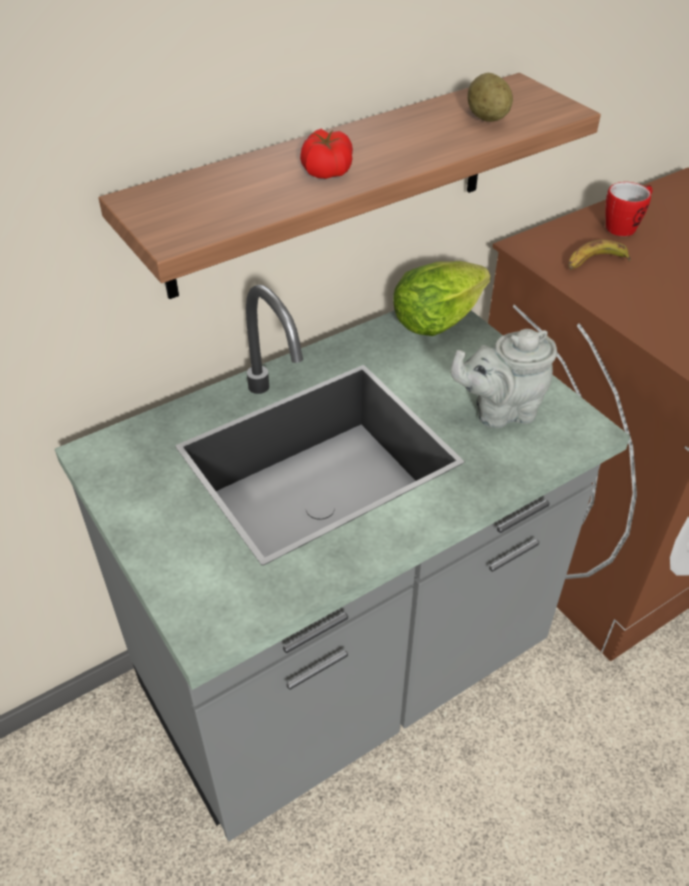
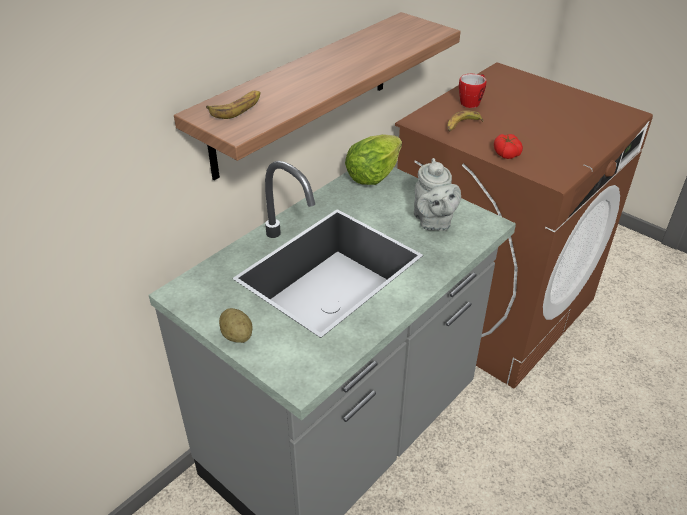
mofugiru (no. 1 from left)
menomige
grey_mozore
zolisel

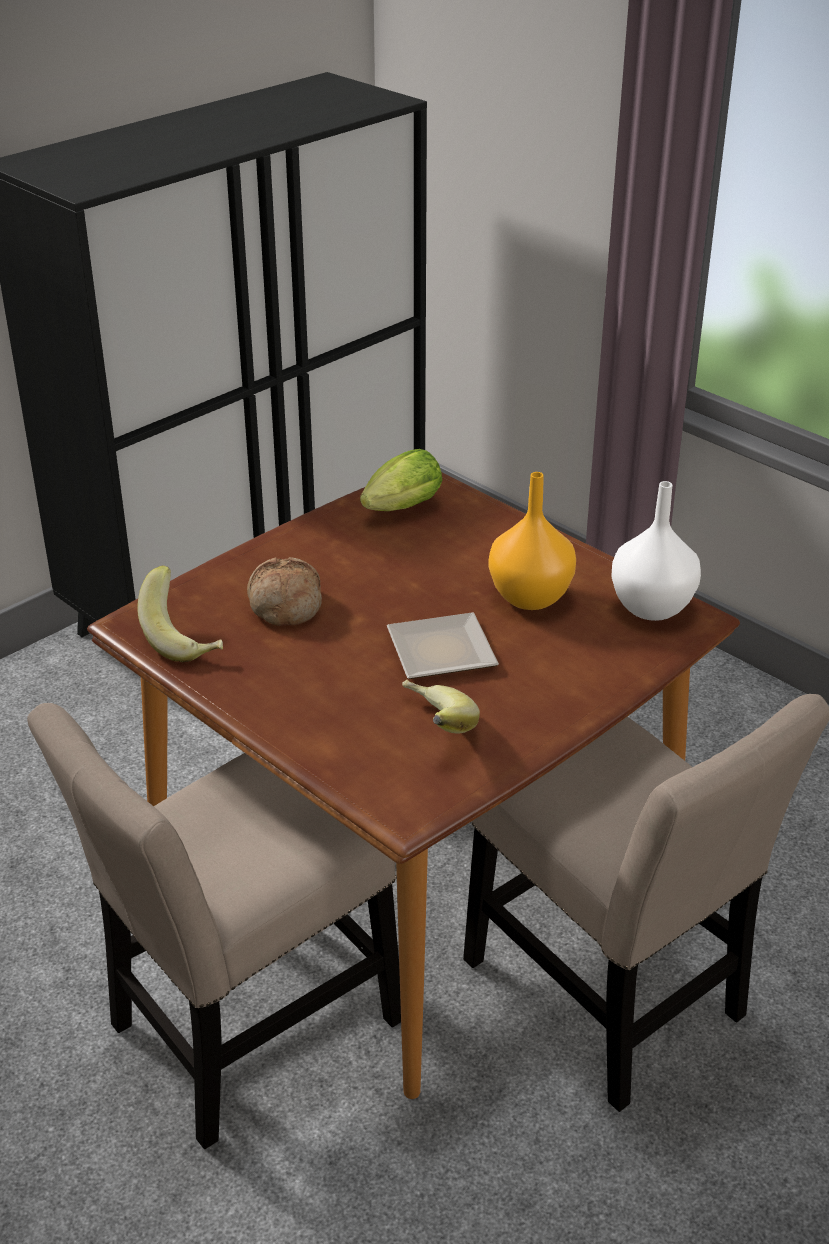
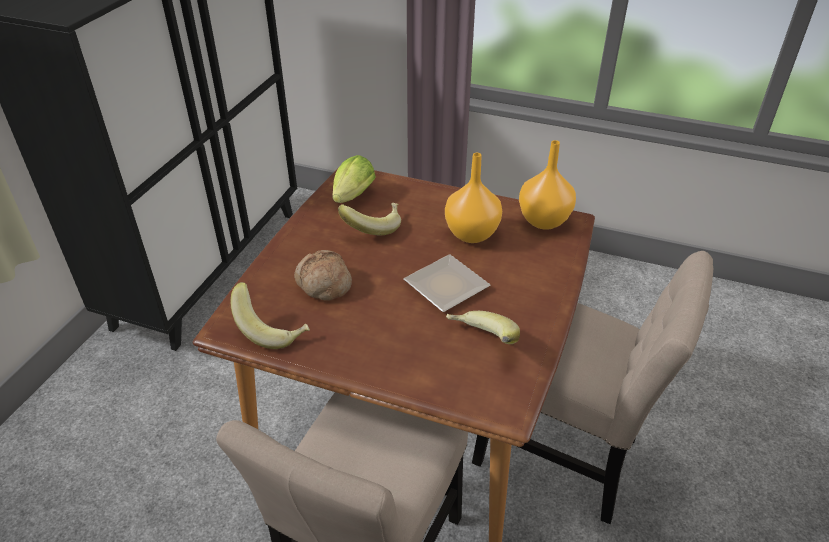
mofugiru (no. 2 from left)
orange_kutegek (no. 2 from left)

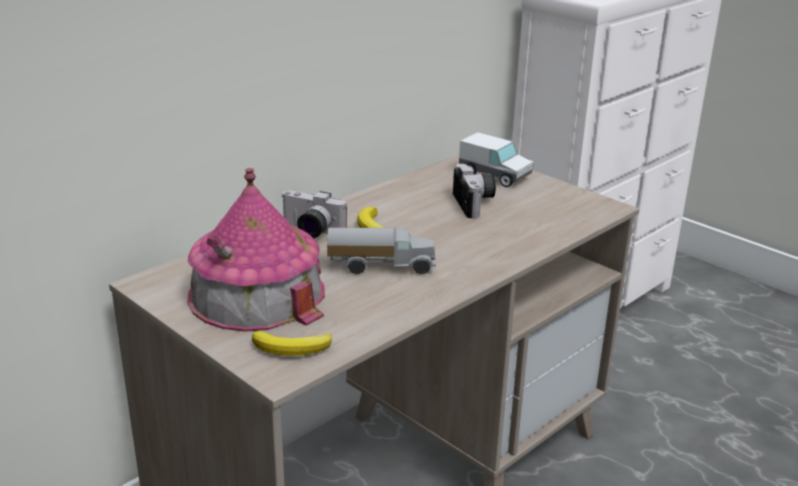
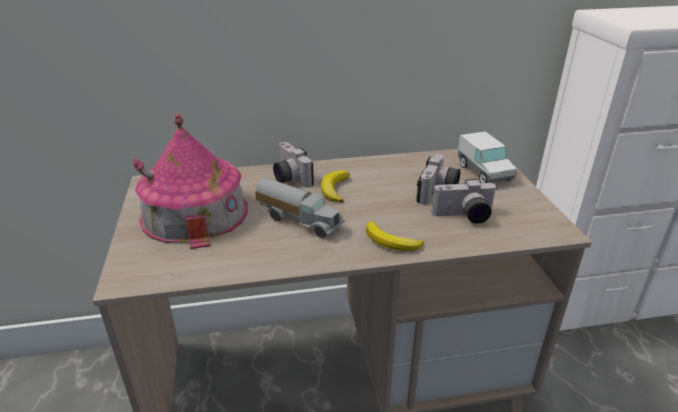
mofugiru (no. 2 from left)
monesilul (no. 3 from left)

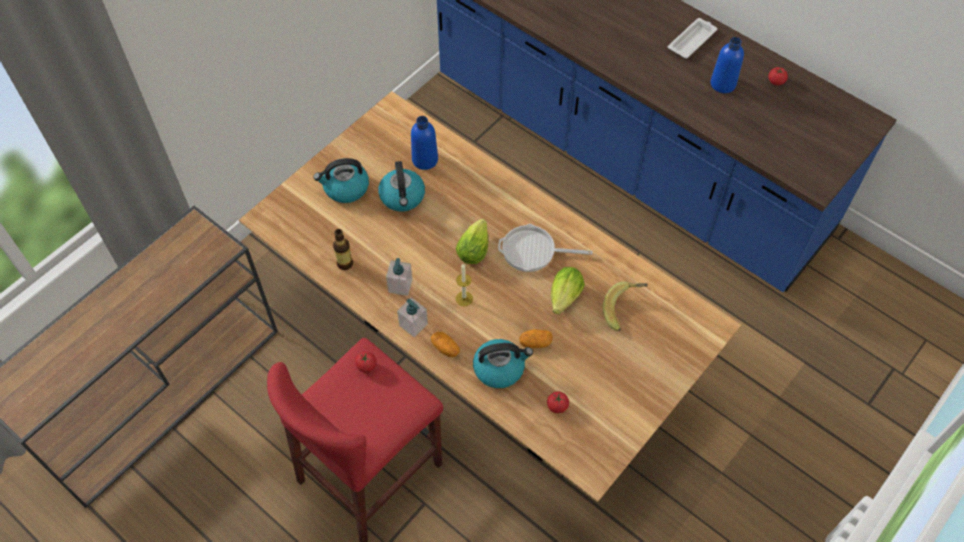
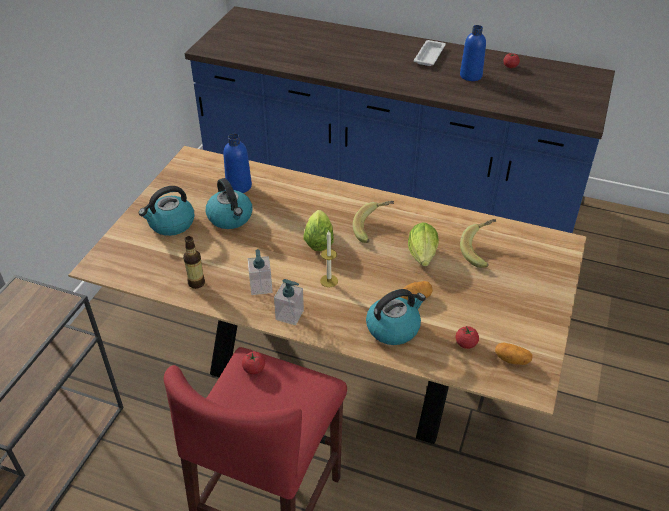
mofugiru (no. 1 from left)
menomige (no. 2 from left)

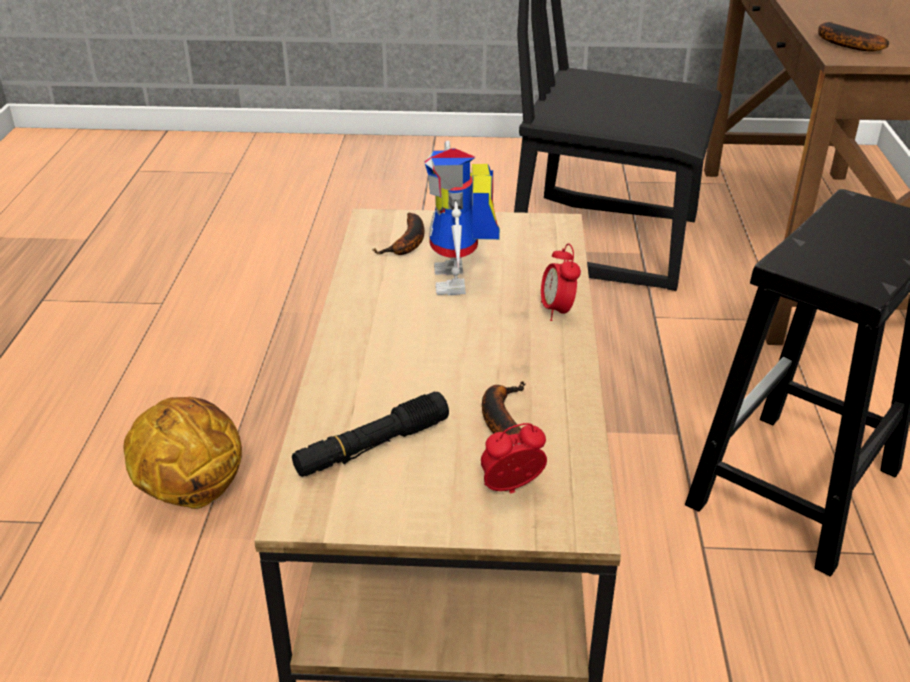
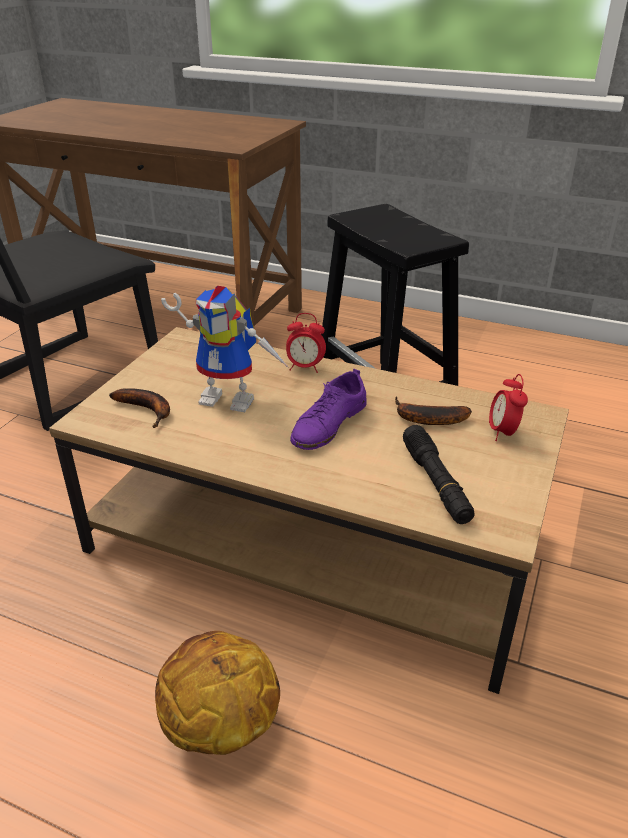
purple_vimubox
mofugiru (no. 3 from left in the first image)

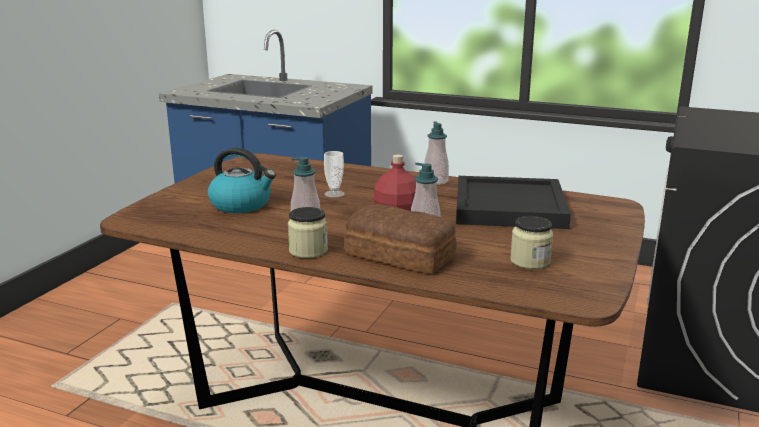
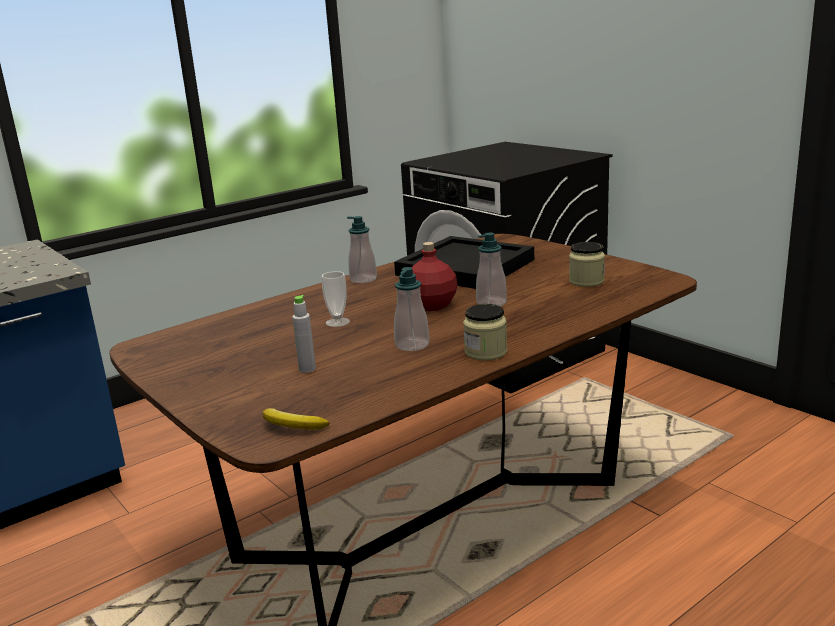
mofugiru
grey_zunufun
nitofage

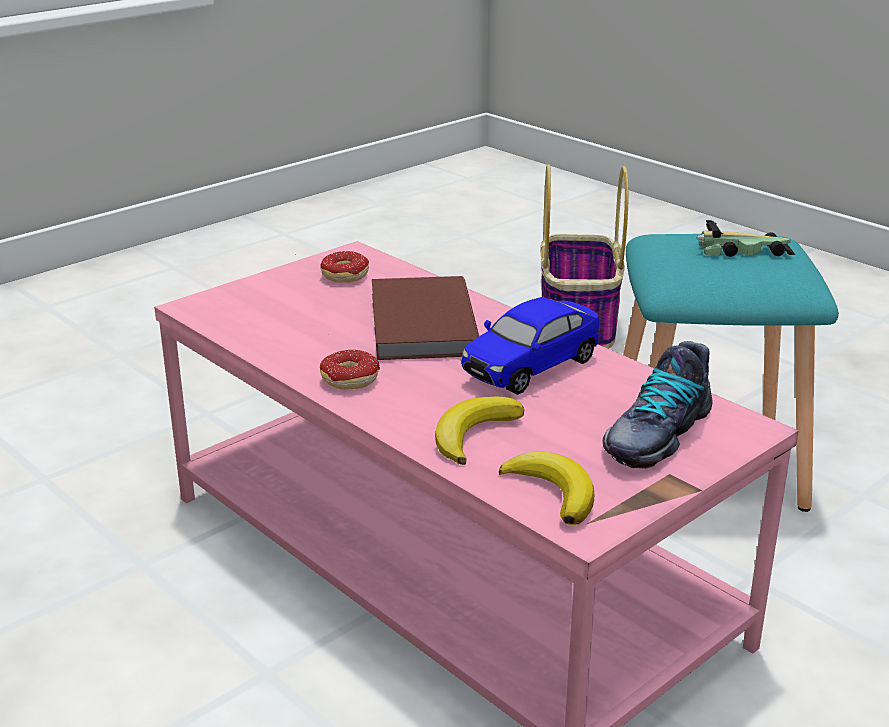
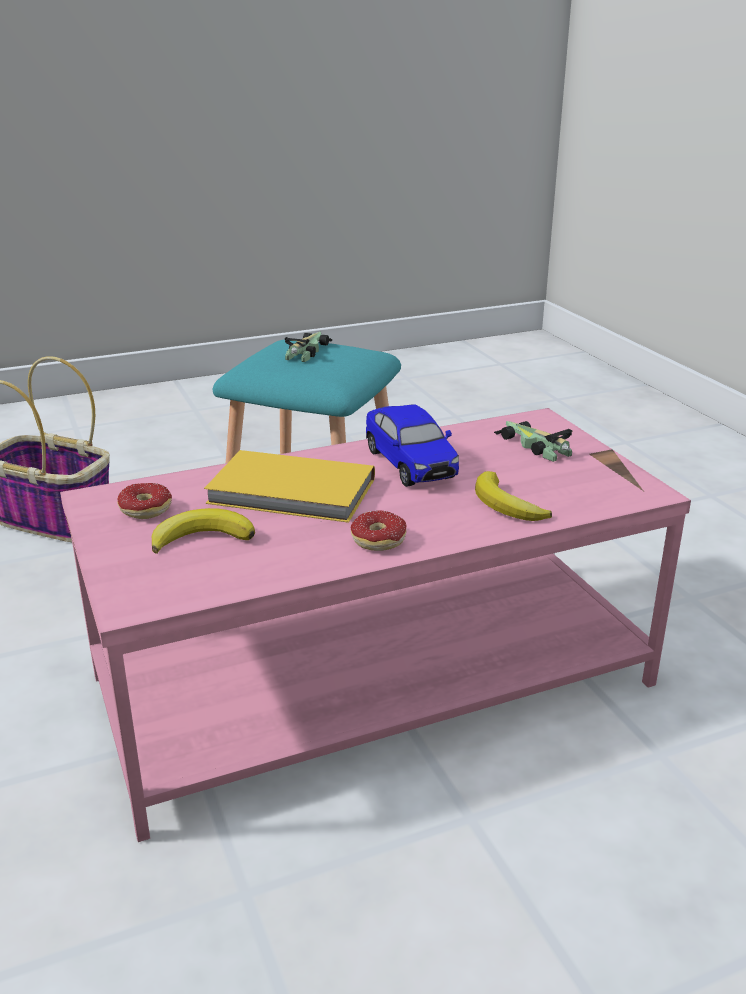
mofugiru (no. 1 from left)
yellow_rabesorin
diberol (no. 3 from left)

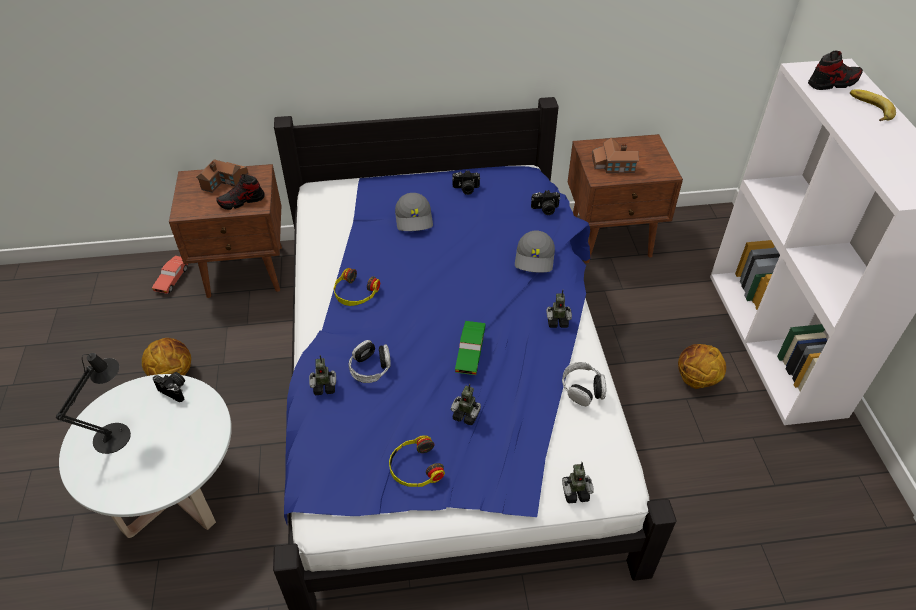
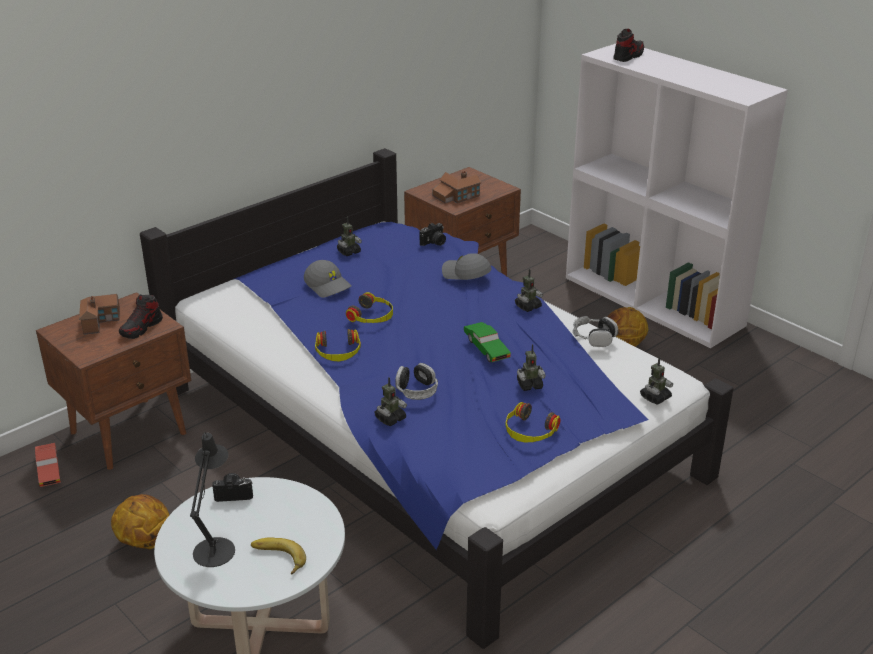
mofugiru
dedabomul (no. 1 from left)
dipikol (no. 2 from left)
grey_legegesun (no. 2 from left)

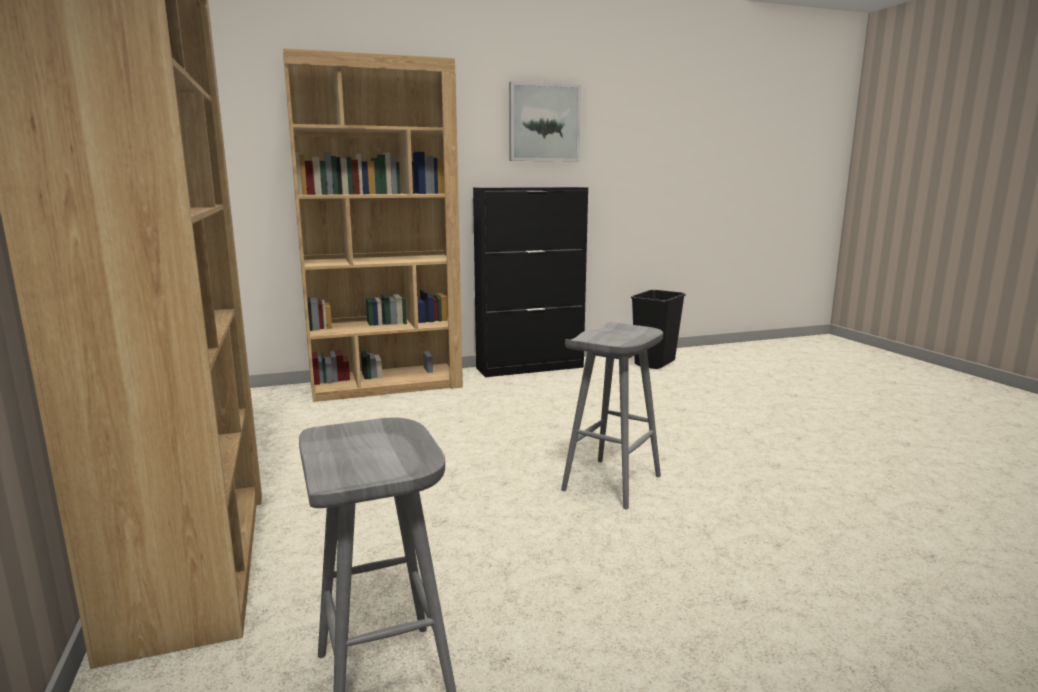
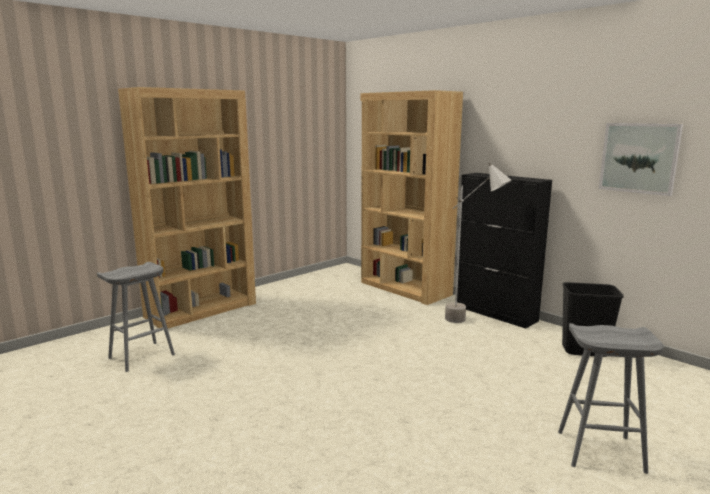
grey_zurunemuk
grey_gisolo (no. 2 from left)
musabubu

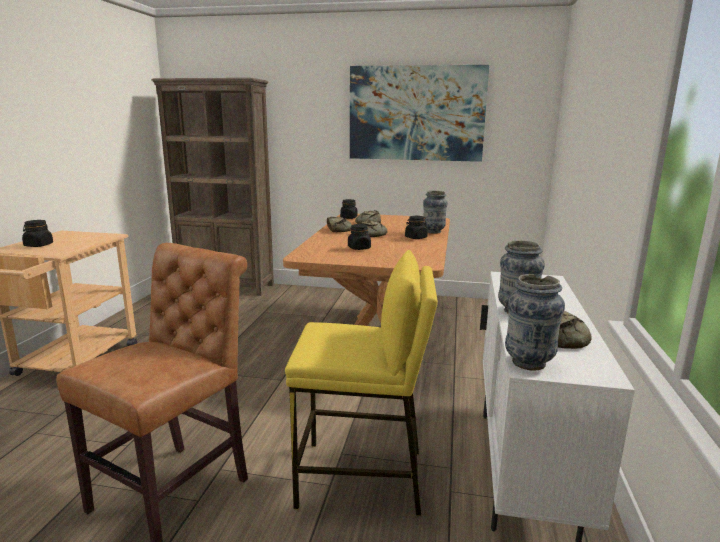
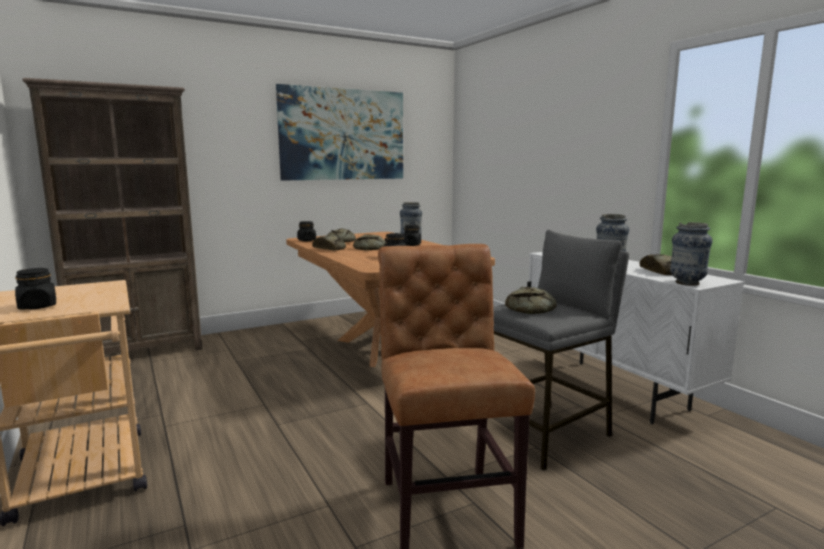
grey_gisolo
nitofage (no. 4 from left)

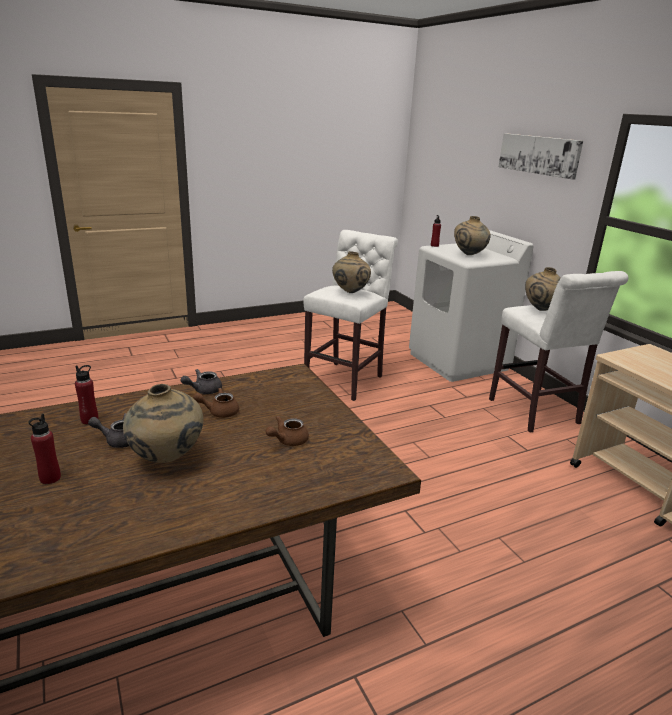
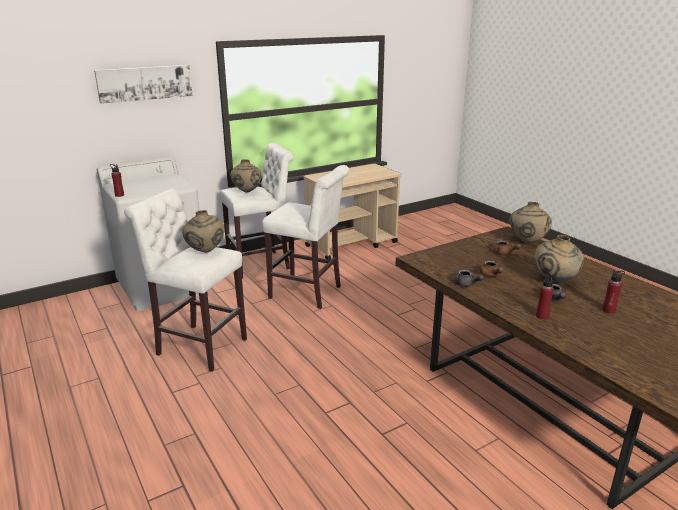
white_gisolo (no. 3 from left)
beige_kutegek (no. 3 from left)

